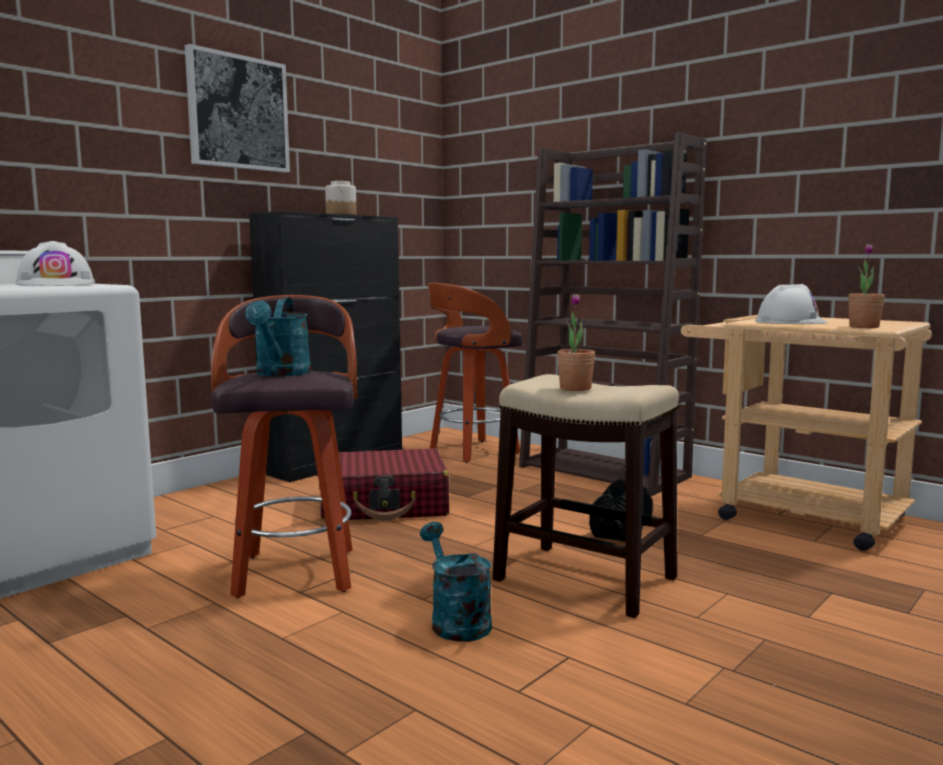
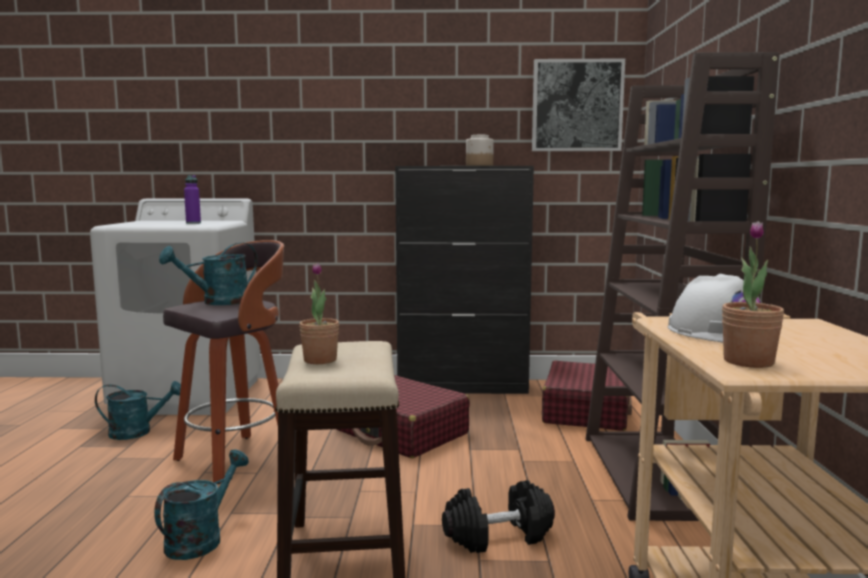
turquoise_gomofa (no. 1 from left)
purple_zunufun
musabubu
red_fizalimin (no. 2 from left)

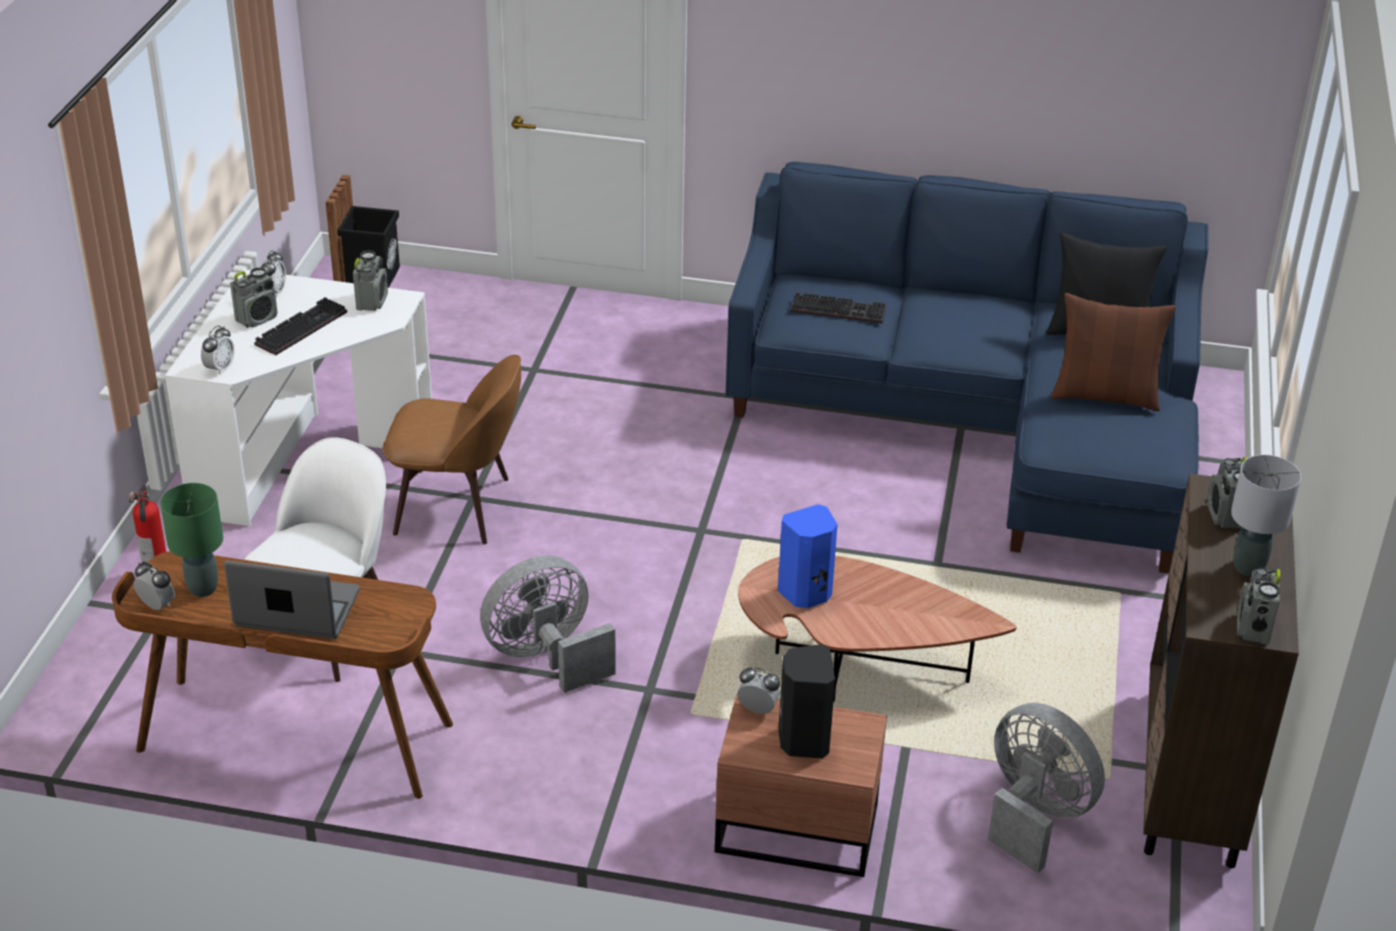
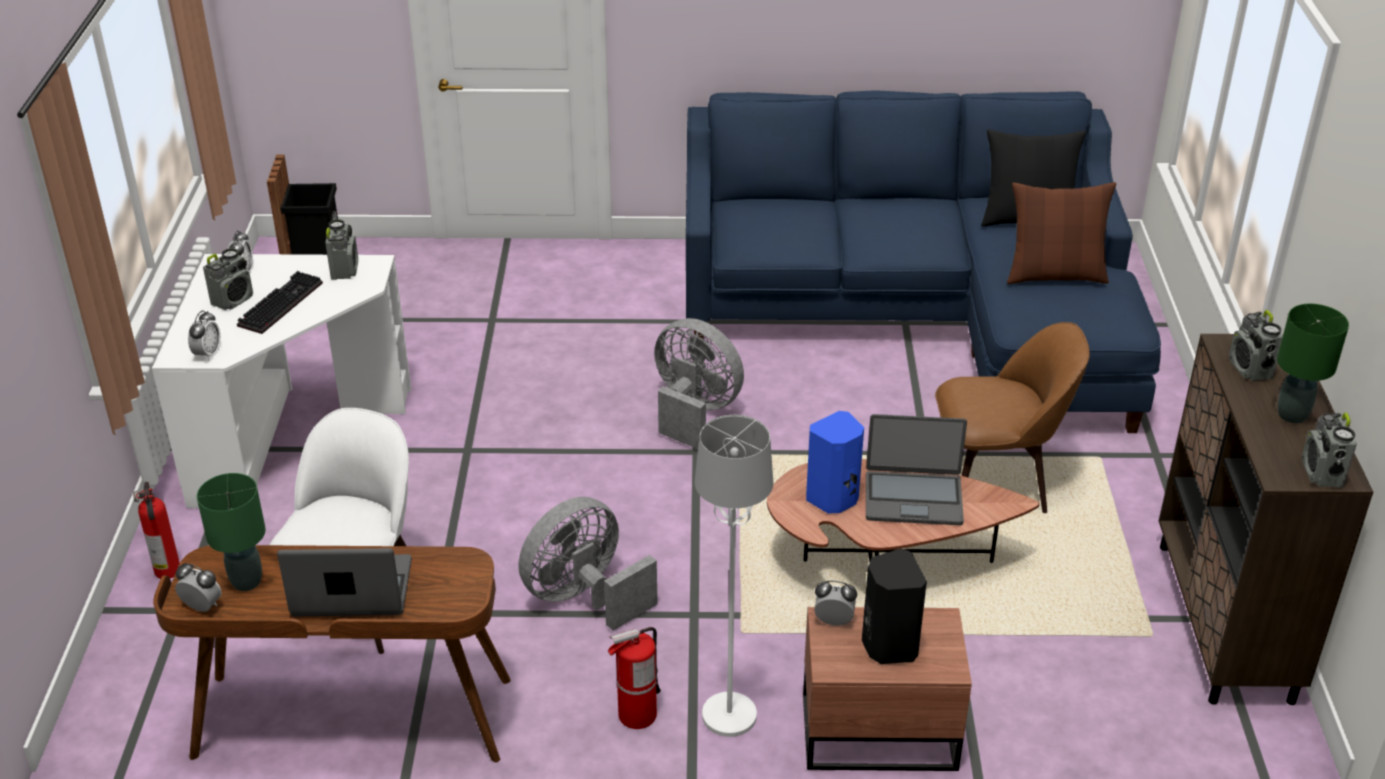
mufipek (no. 2 from left)
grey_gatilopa (no. 2 from left)
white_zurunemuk
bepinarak (no. 2 from left)
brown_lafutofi
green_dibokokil (no. 2 from left)
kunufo (no. 2 from left in the first image)

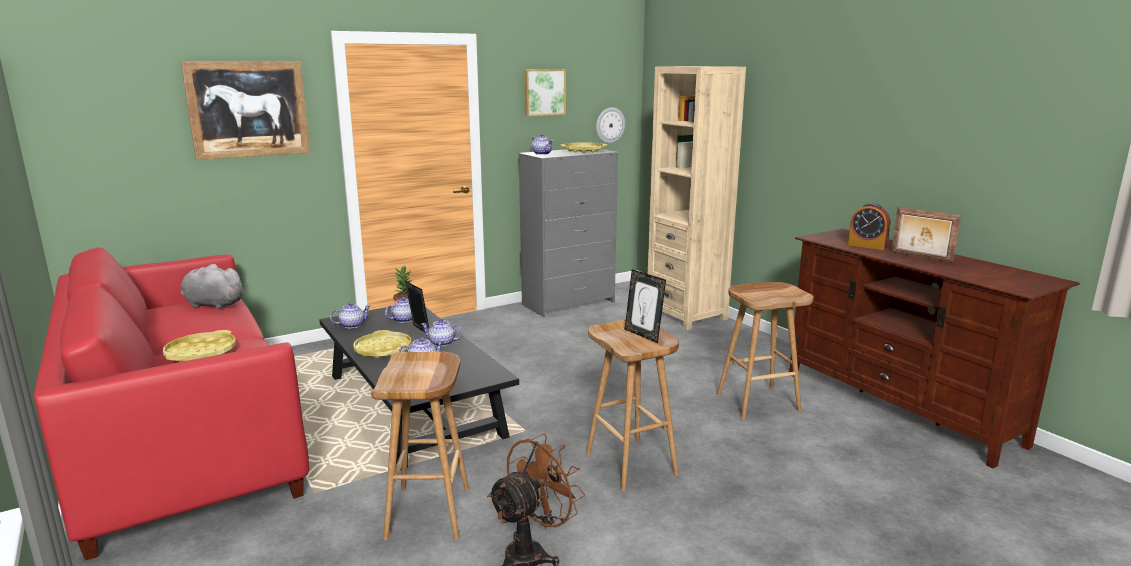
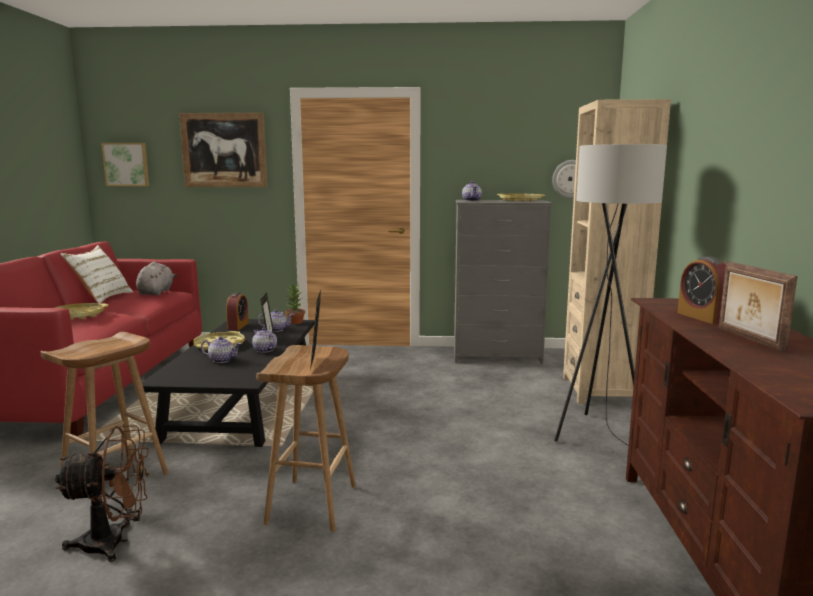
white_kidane
musabubu (no. 1 from left)
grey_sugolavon
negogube (no. 1 from left)
grey_zurunemuk
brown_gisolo (no. 3 from left in the first image)

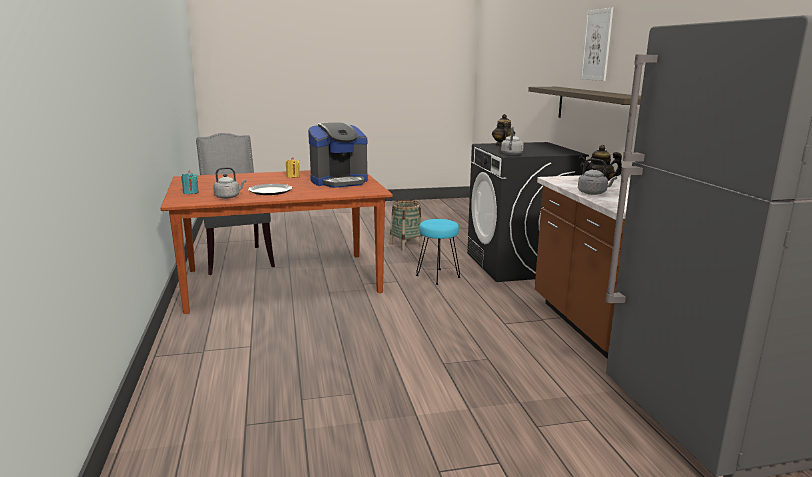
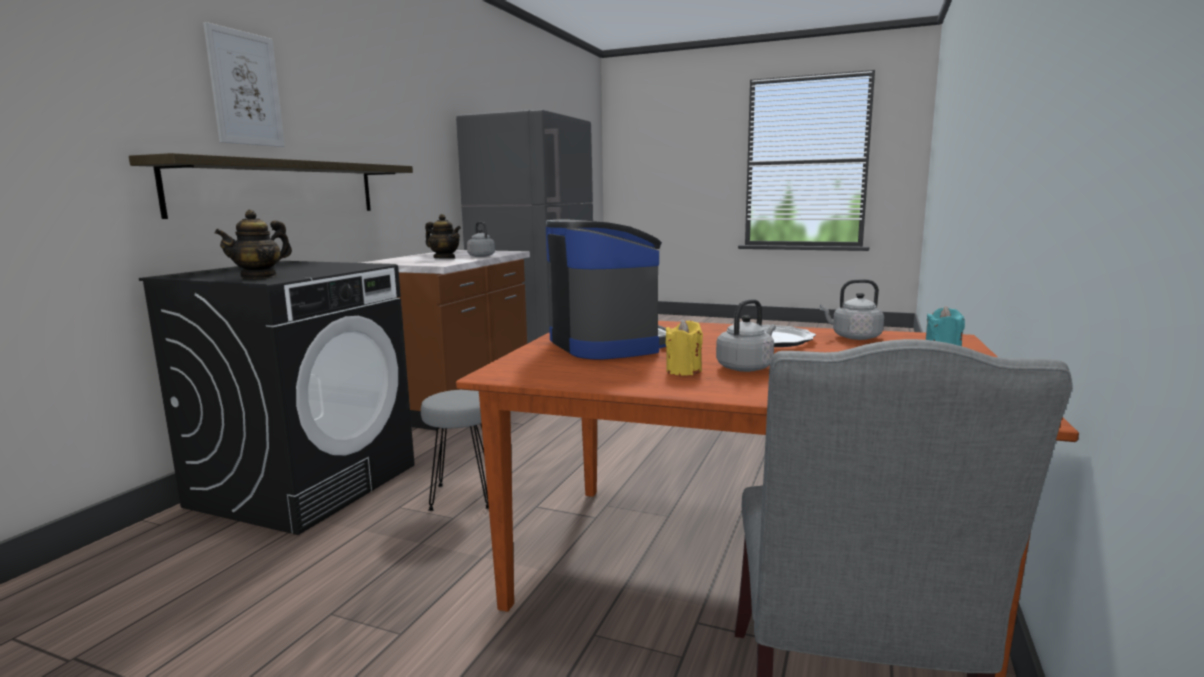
grey_gisolo
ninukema
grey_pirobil (no. 2 from left)
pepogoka

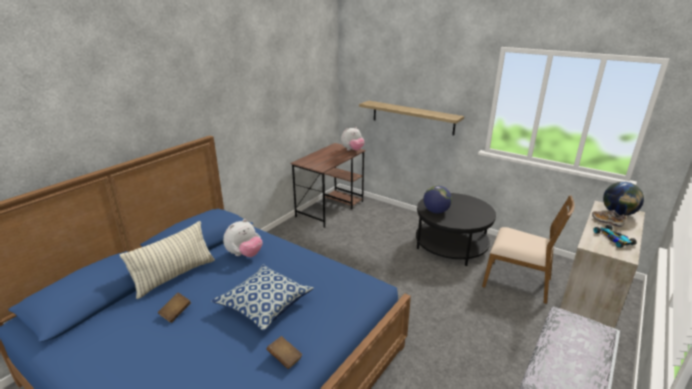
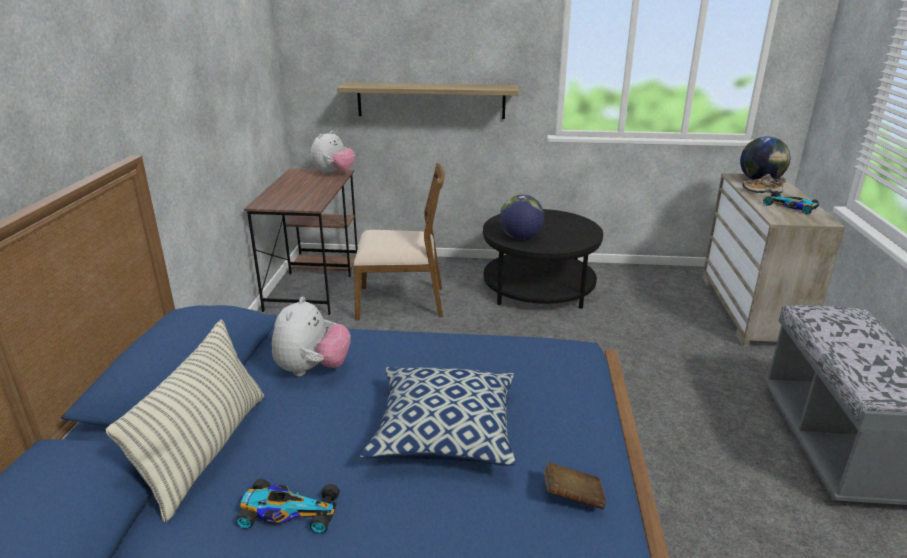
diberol (no. 1 from left)
brown_lafutofi

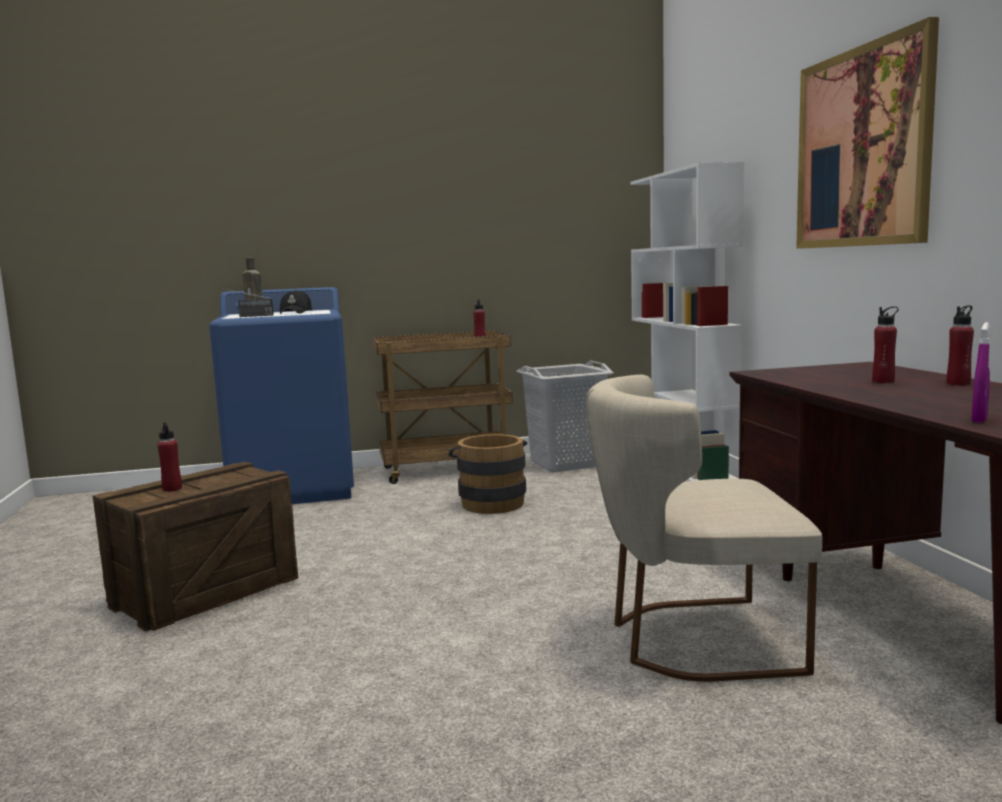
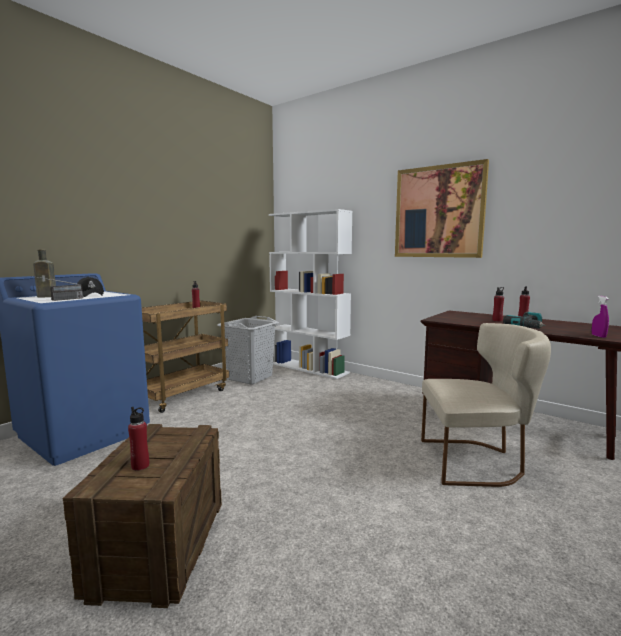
beige_lafutofi
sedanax
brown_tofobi

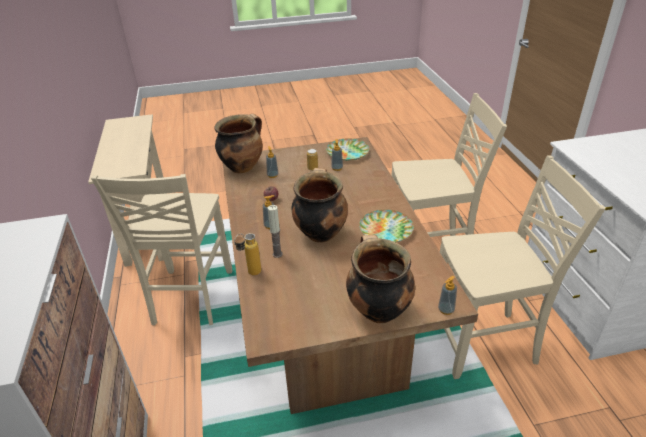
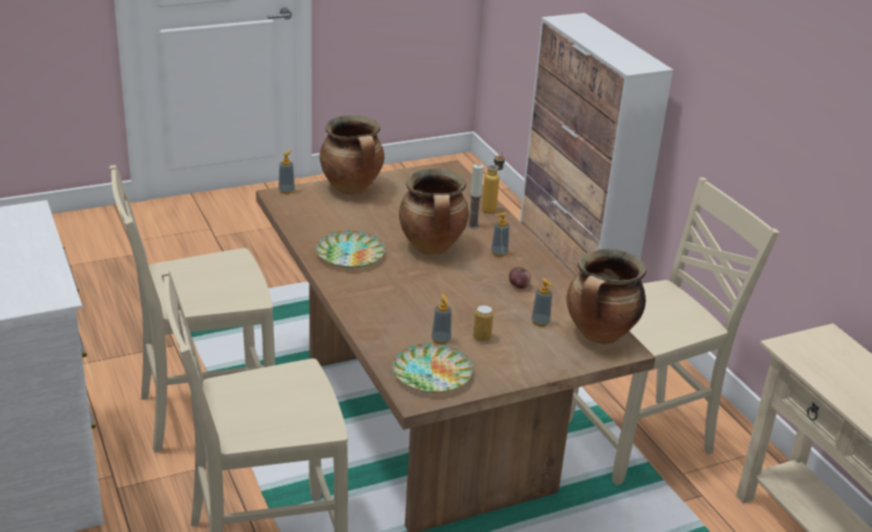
beige_lafutofi (no. 3 from left)

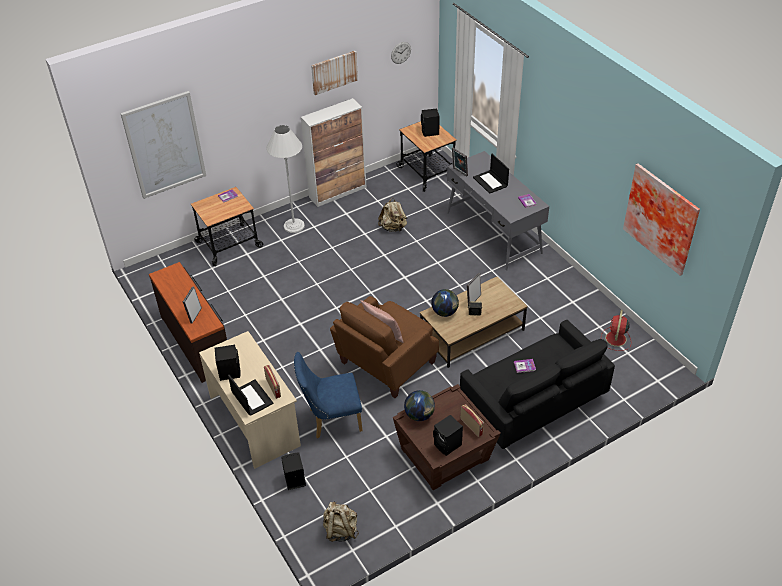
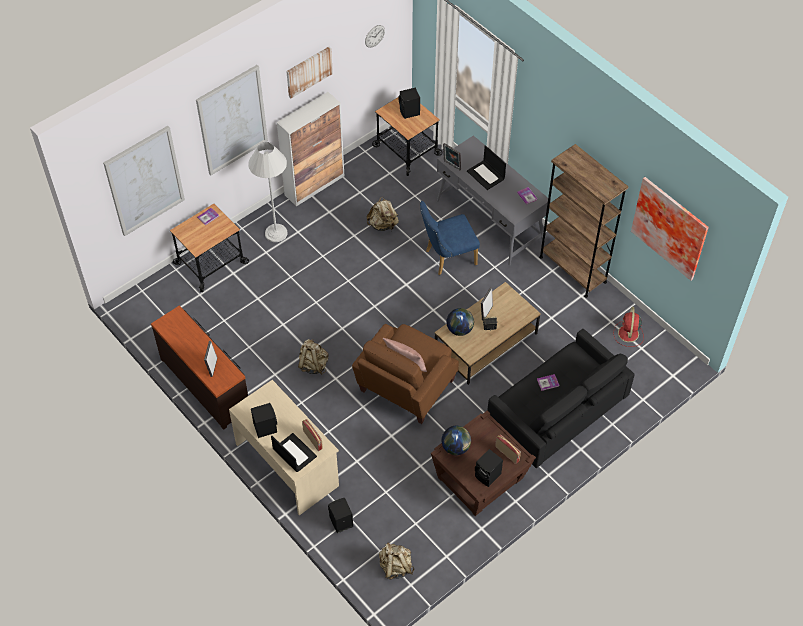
musabubu (no. 2 from left)
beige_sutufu (no. 1 from left)
blue_lafutofi
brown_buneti

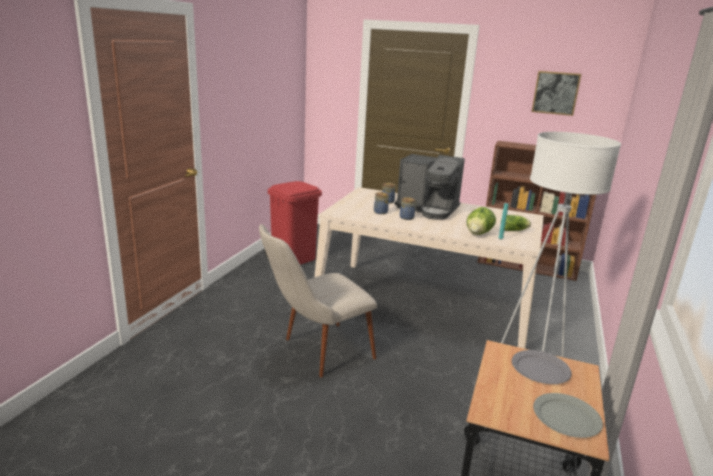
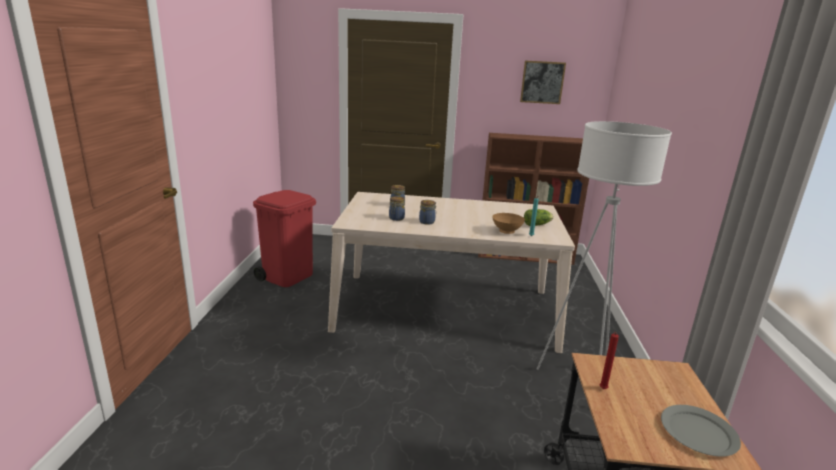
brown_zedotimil
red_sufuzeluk
beige_lafutofi
ninukema
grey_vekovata (no. 1 from left in the first image)

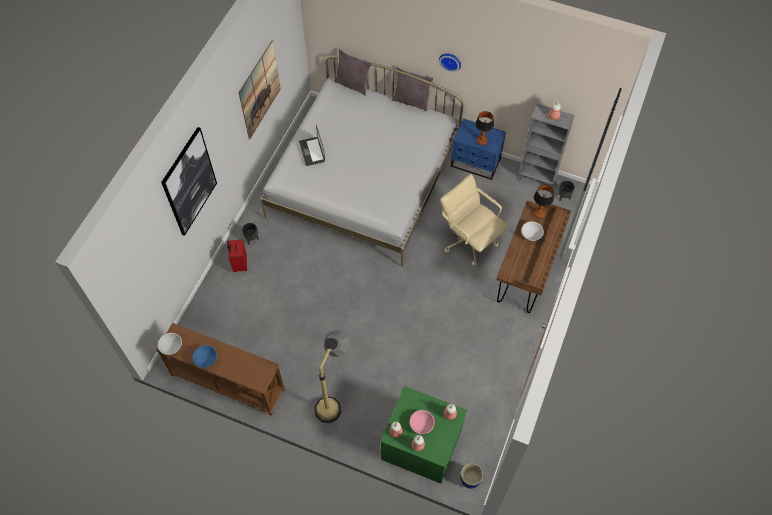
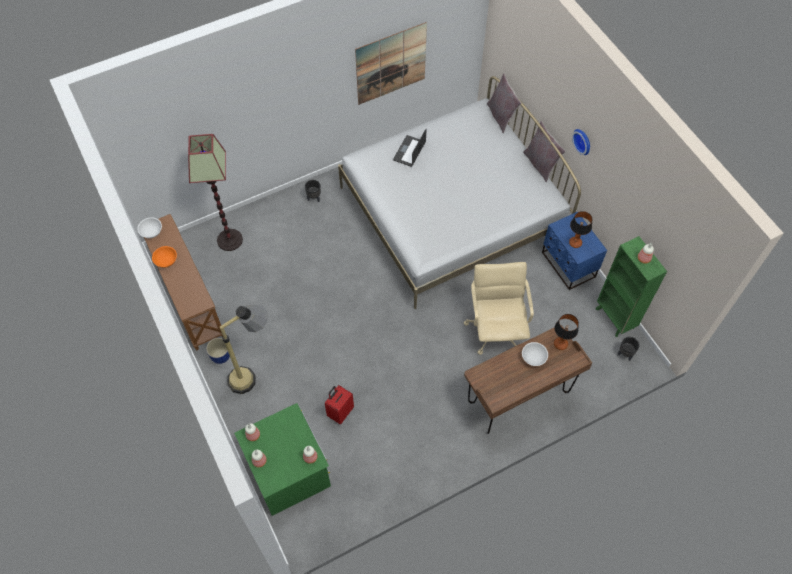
orange_zedotimil
zurunemuk (no. 1 from left)
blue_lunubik
red_fizalimin
green_buneti
musabubu (no. 1 from left in the first image)
pink_zedotimil

